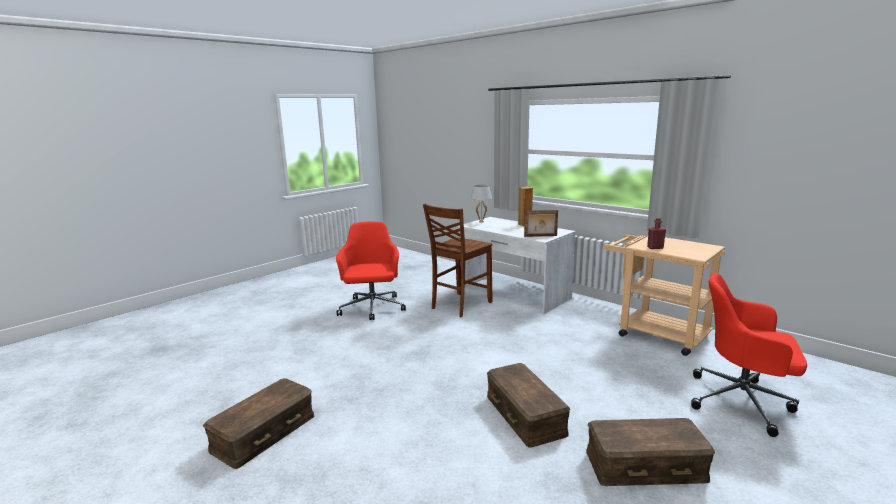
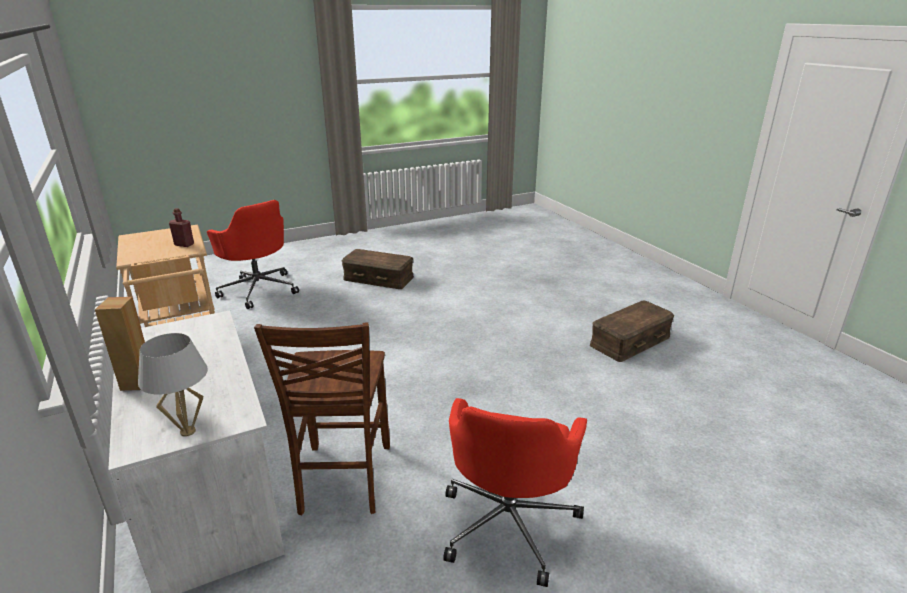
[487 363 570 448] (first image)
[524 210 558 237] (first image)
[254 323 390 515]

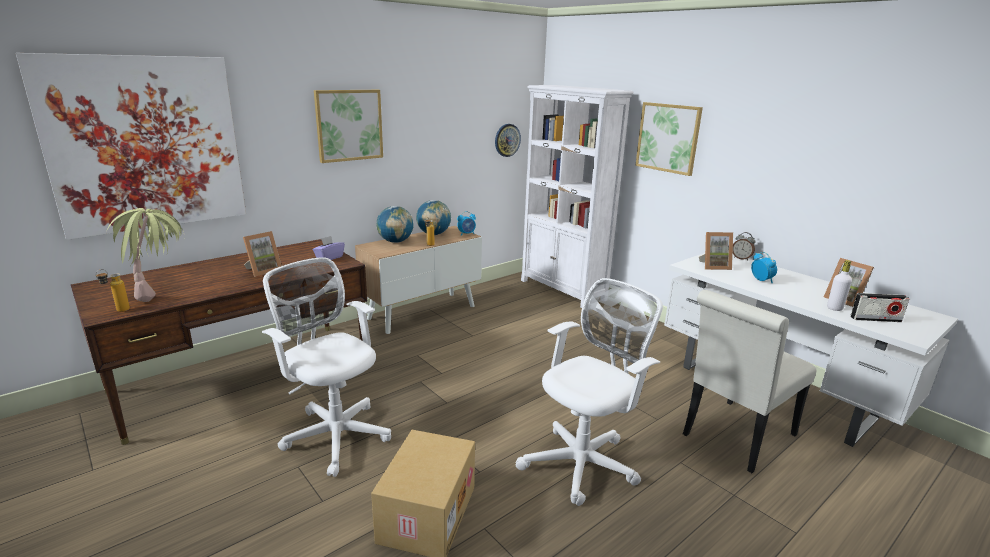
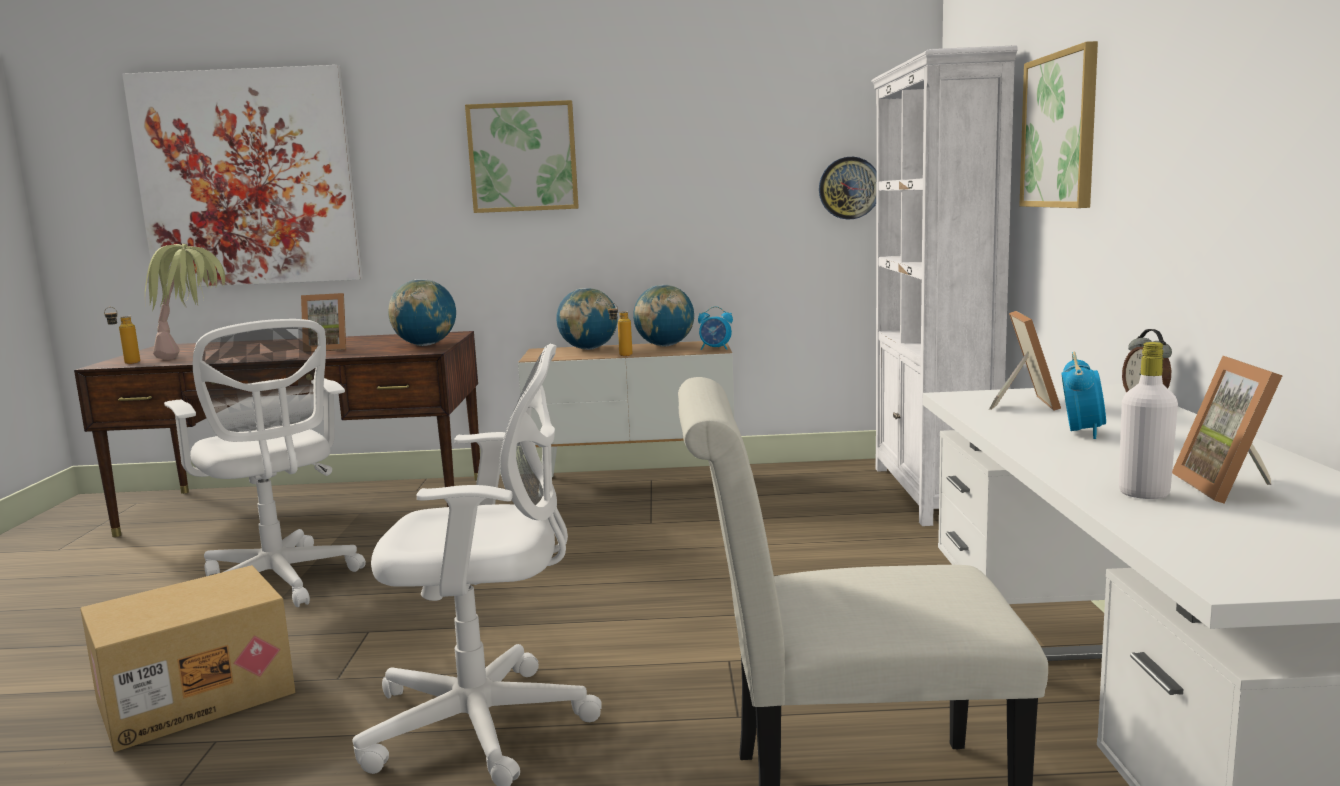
[850 293 909 322] (first image)
[388 279 456 346]
[164 319 366 607]
[989 311 1061 411]

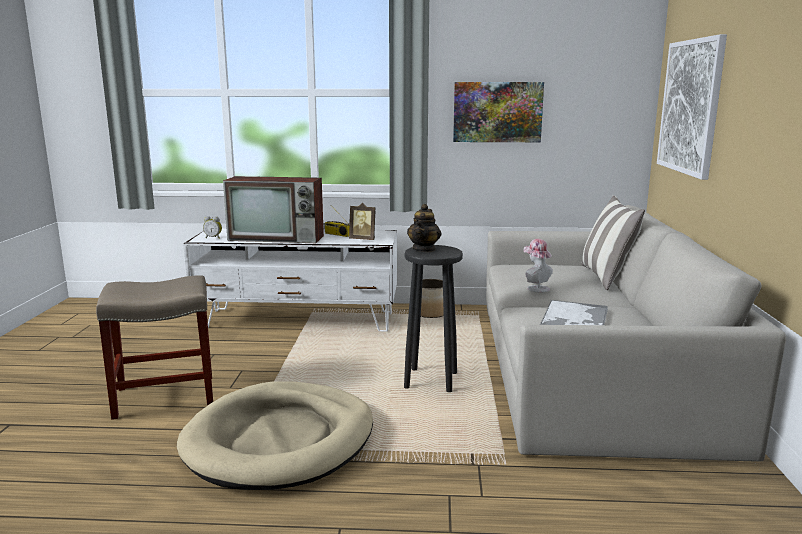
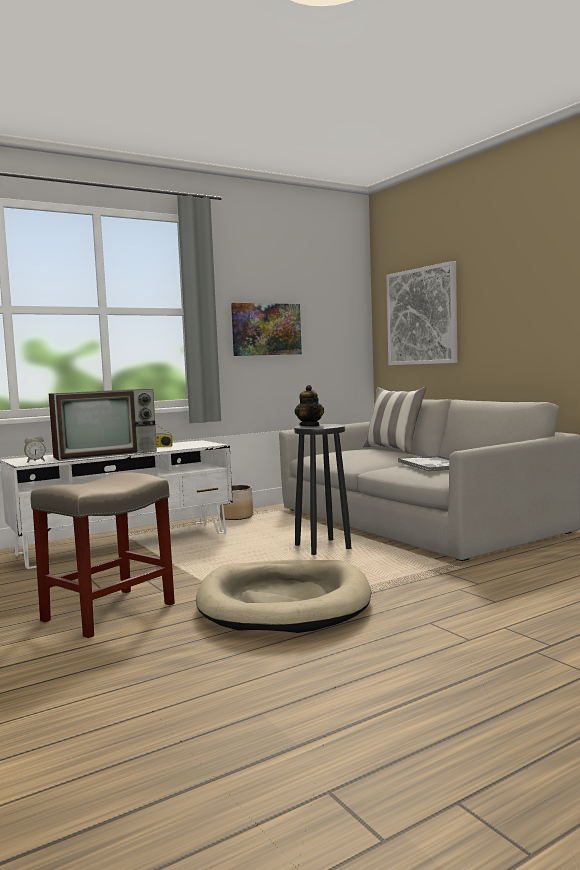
[349 203 375 240] (first image)
[523 239 553 293] (first image)

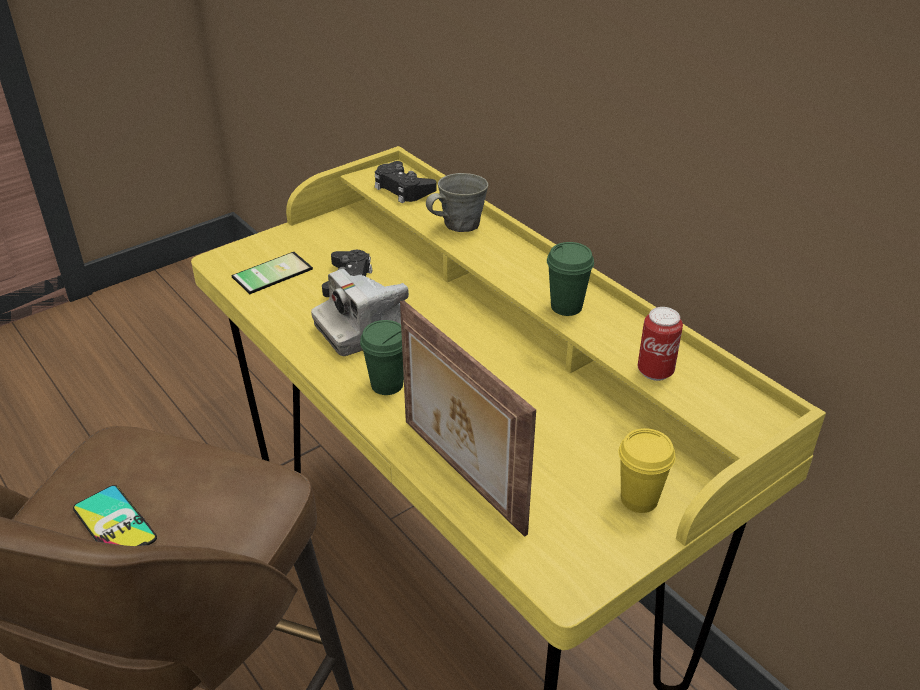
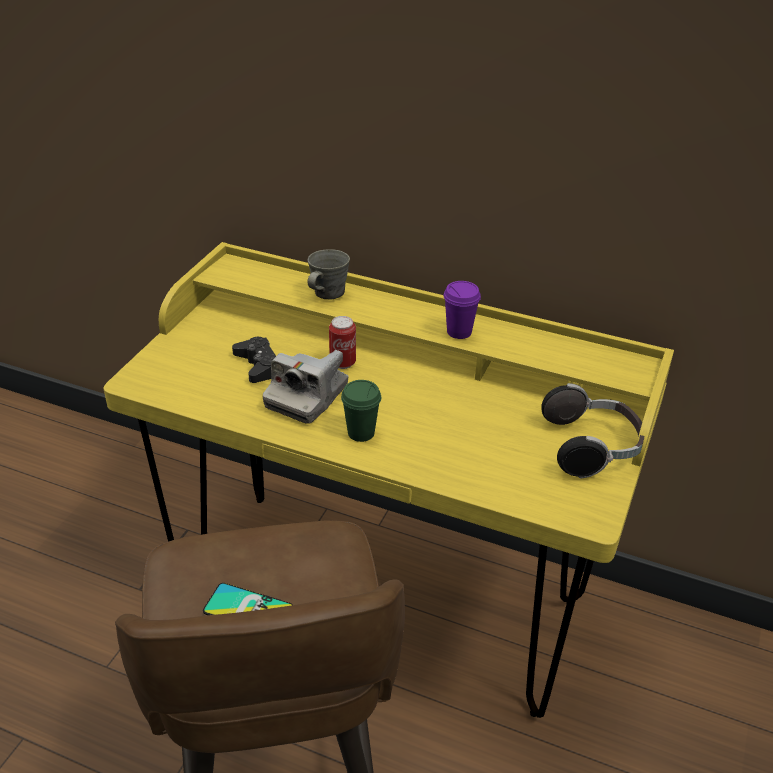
[232 252 313 294] (first image)
[375 161 437 203] (first image)
[400 300 536 537] (first image)
[329 316 356 369]
[541 383 644 478]
[444 281 481 339]

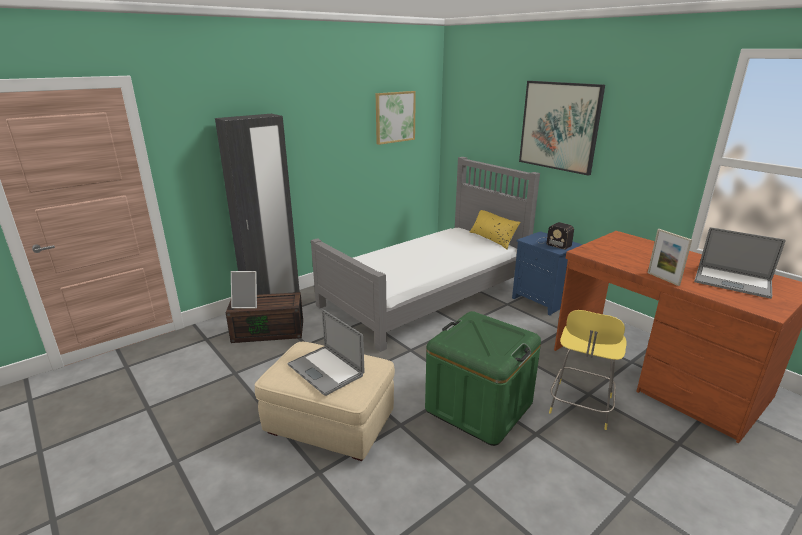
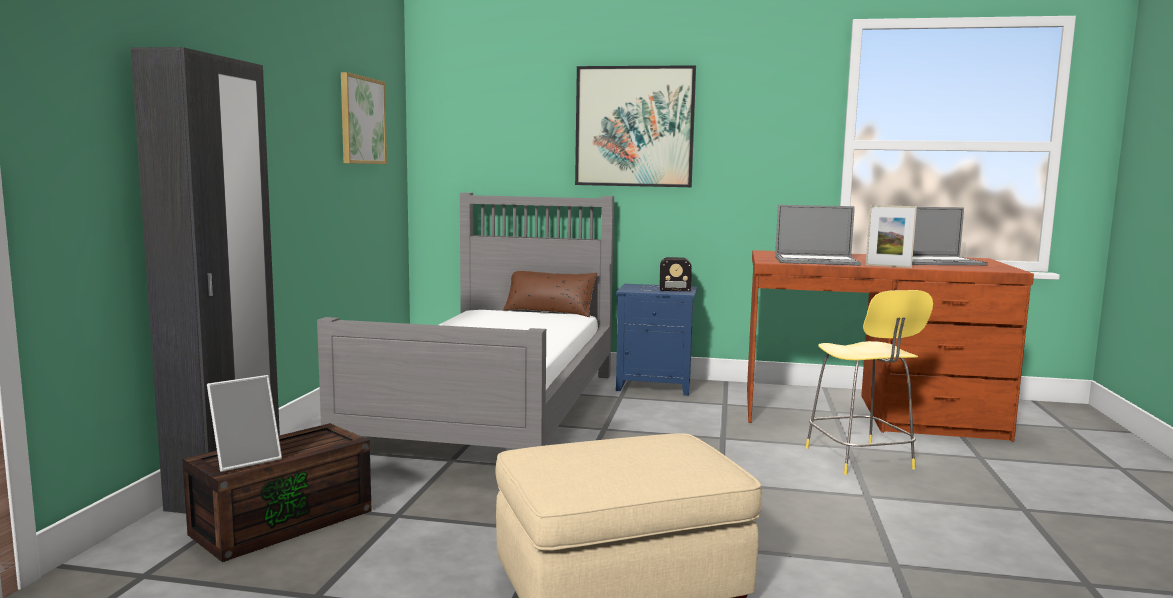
[425 311 541 446] (first image)
[775 205 861 265]
[503 271 597 317]

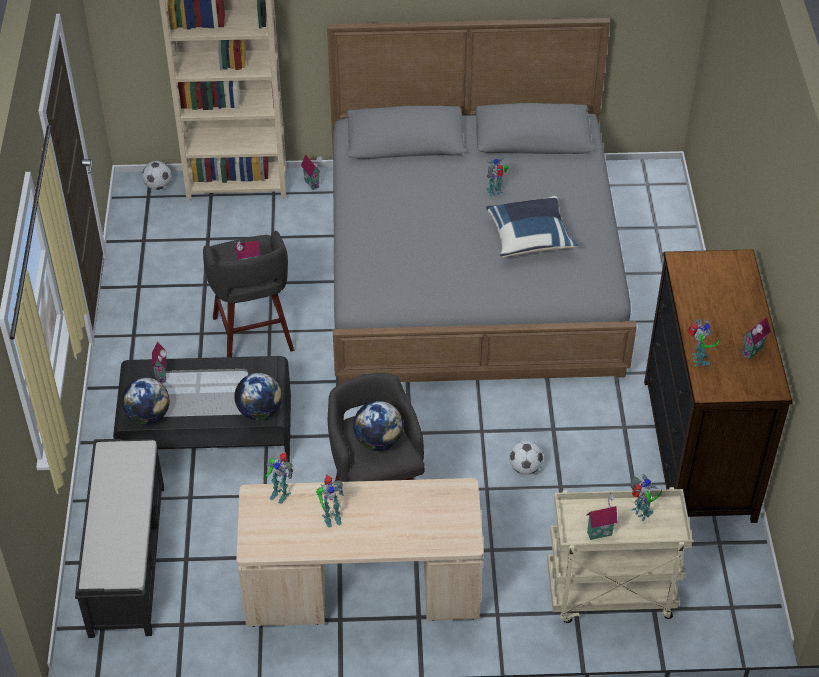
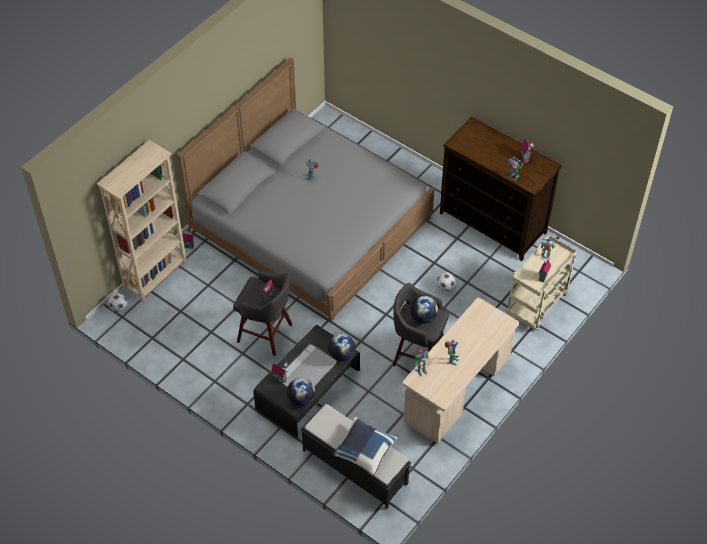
[332 417 399 476]

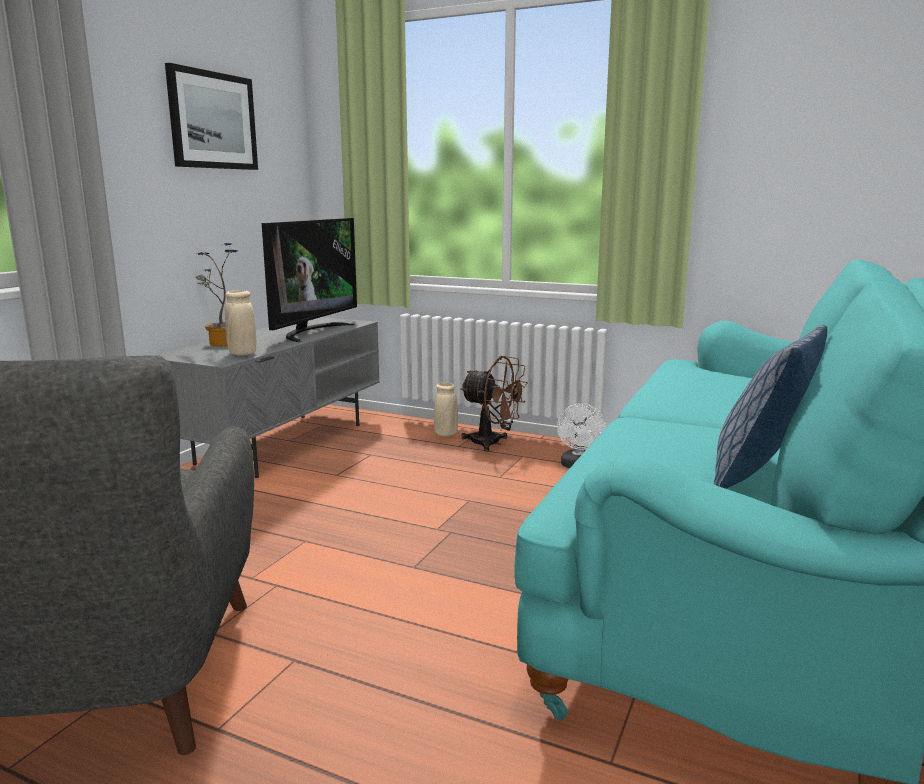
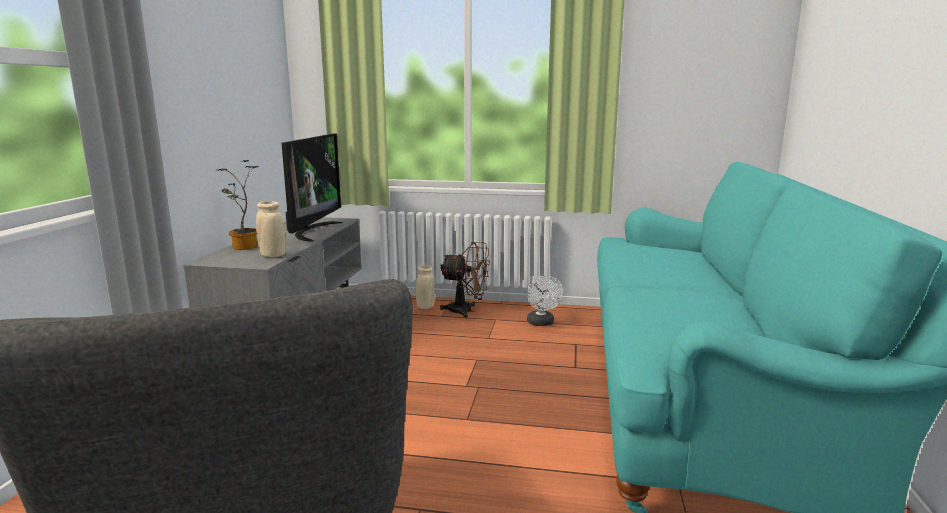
[165 63 258 170] (first image)
[714 325 827 489] (first image)

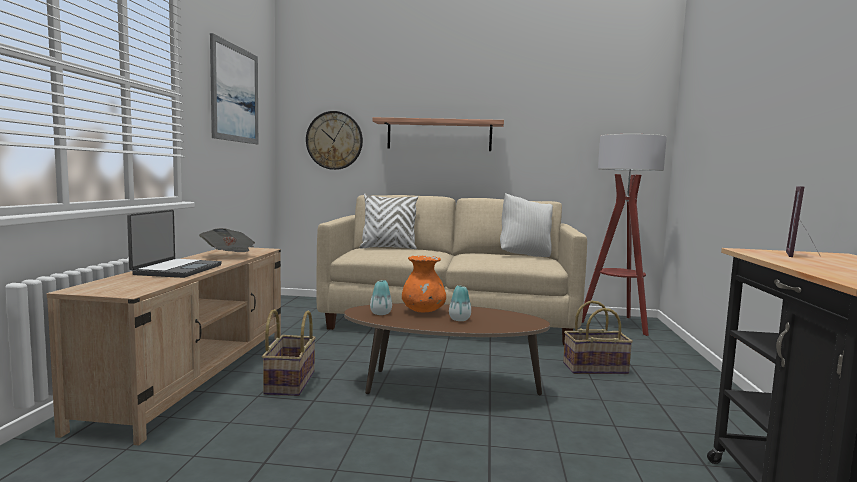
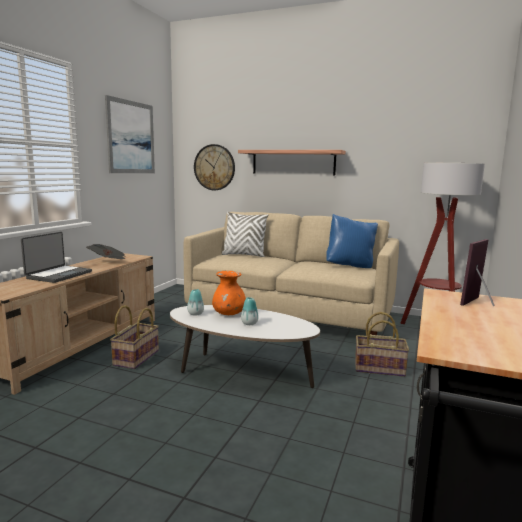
[170 305 320 388]
[326 214 378 268]

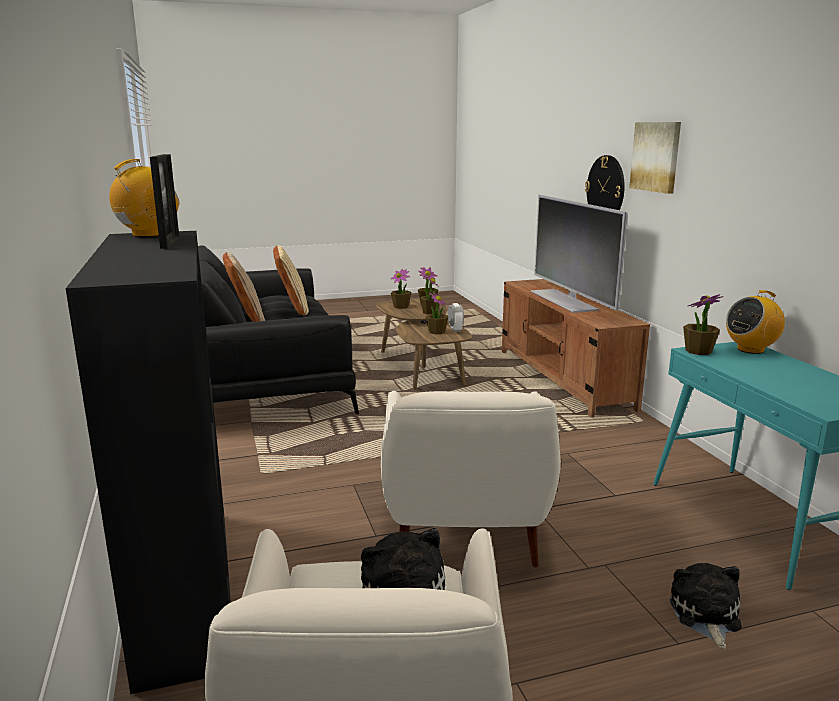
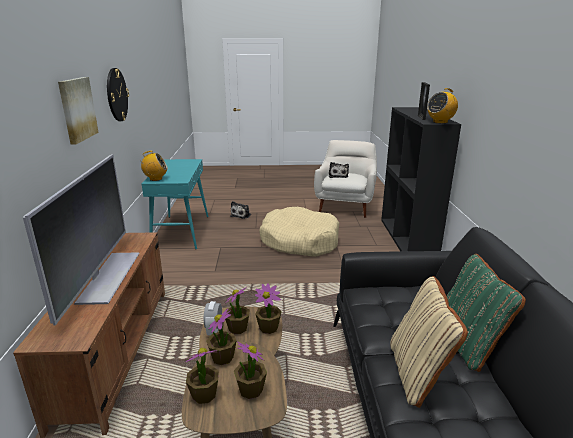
[107 68 129 121]
[255 283 282 334]
[259 207 339 257]
[447 254 526 372]

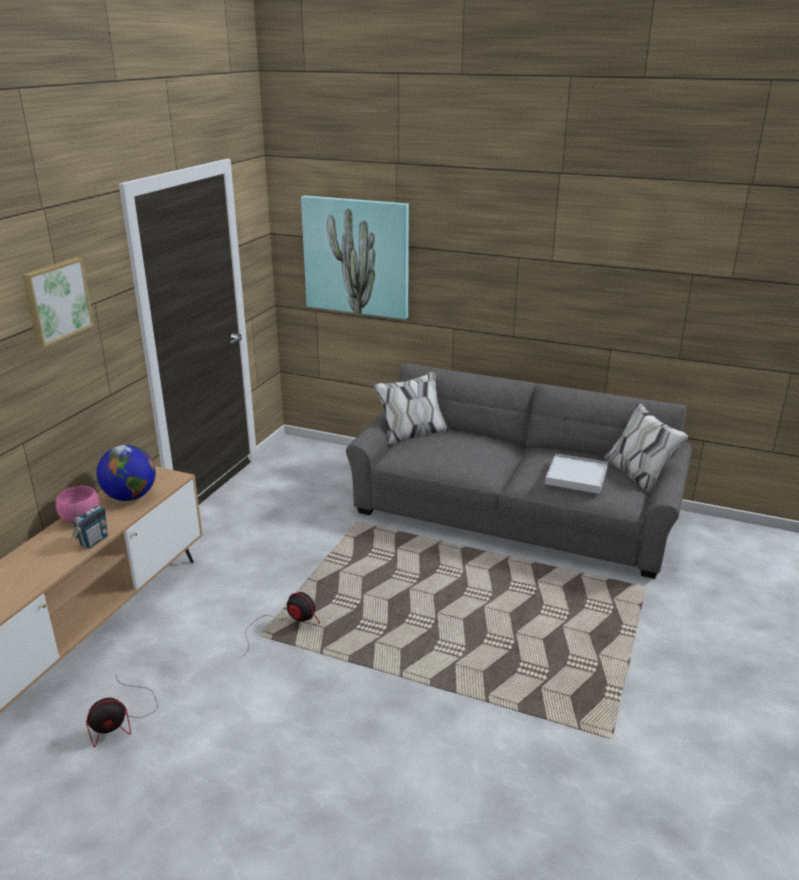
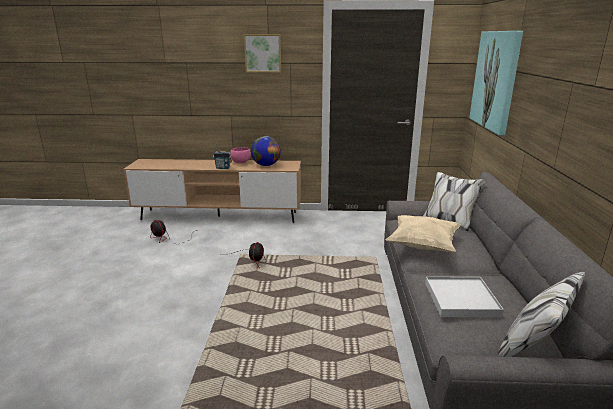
[386 215 461 253]

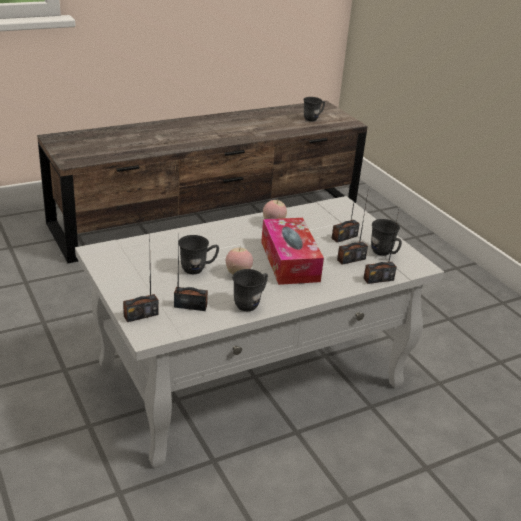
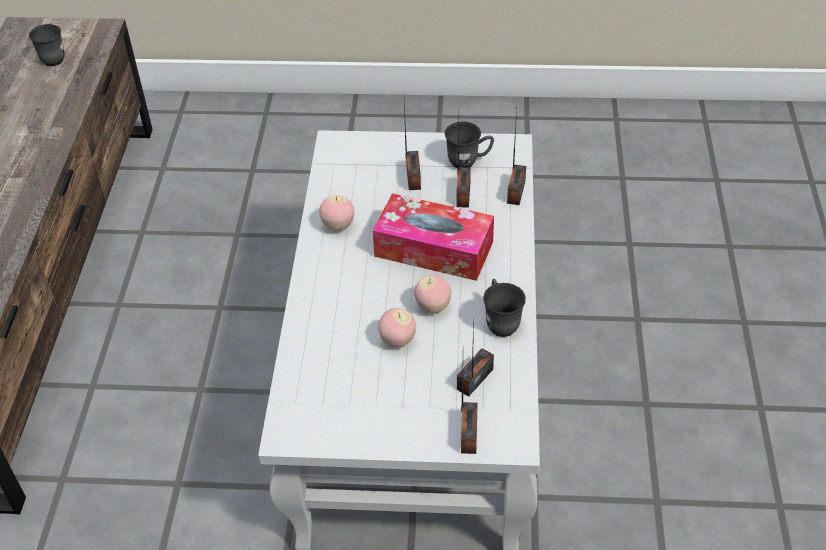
[378 308 416 348]

